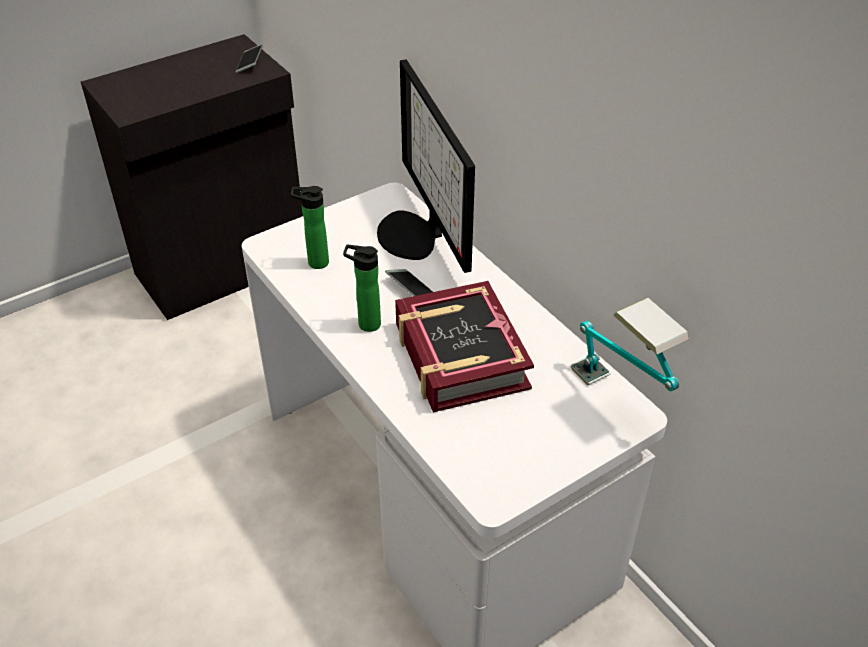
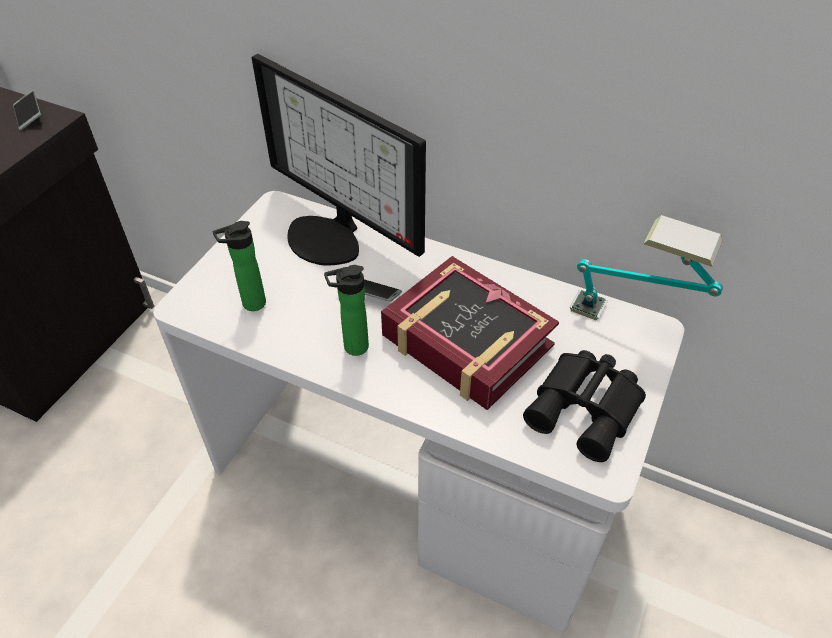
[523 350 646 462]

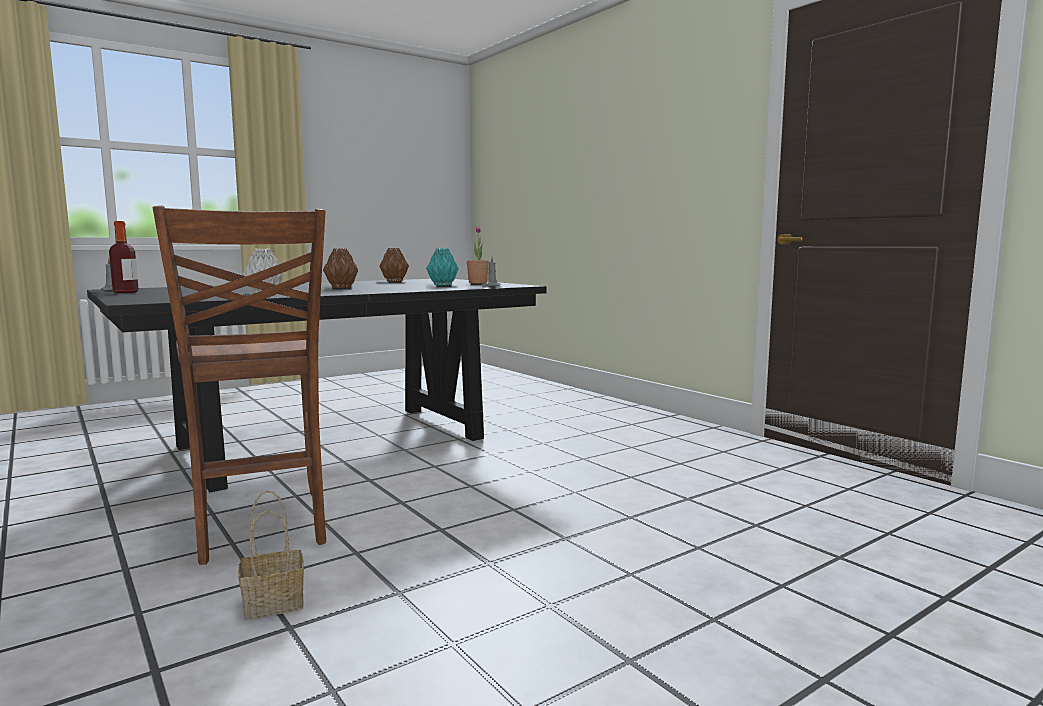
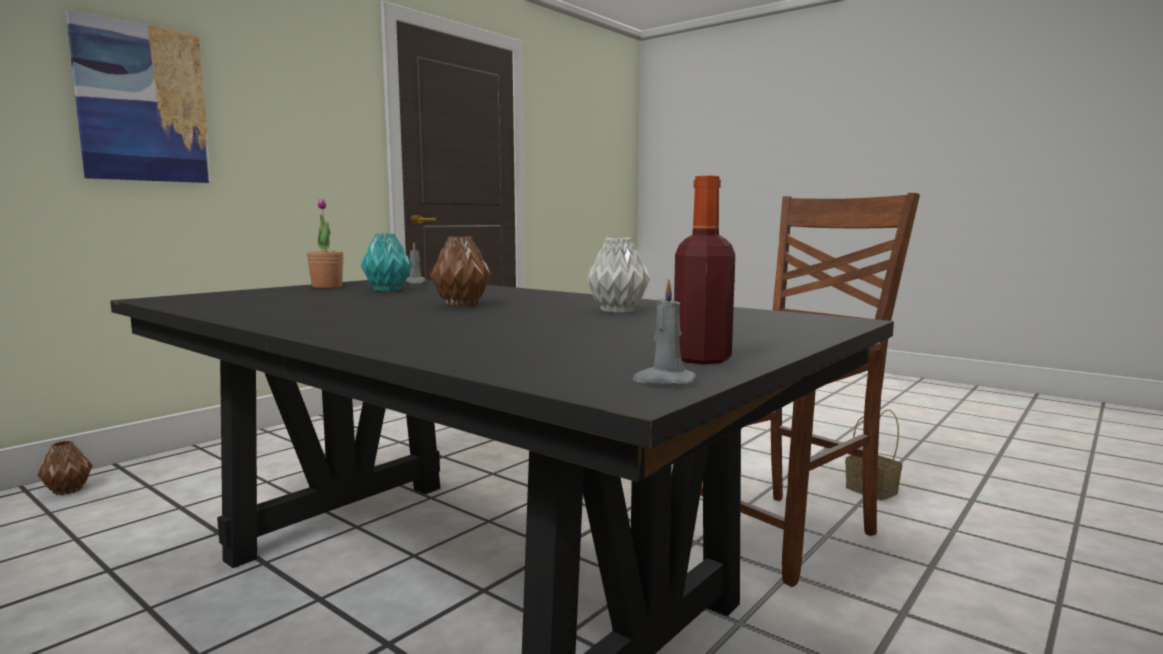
[66 9 211 183]
[37 441 93 495]

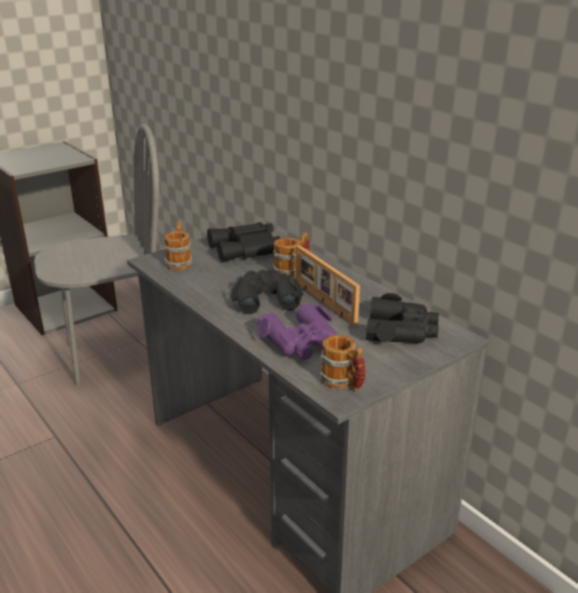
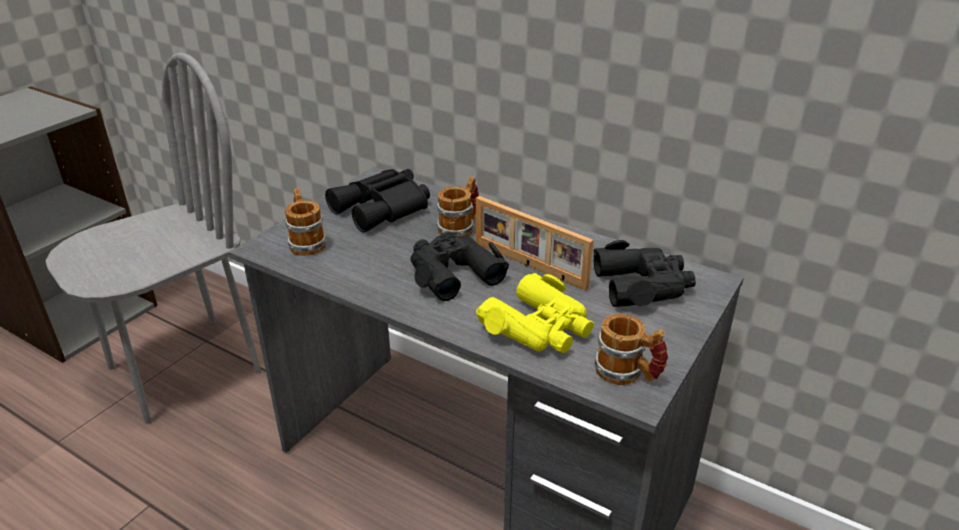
[476 273 594 353]

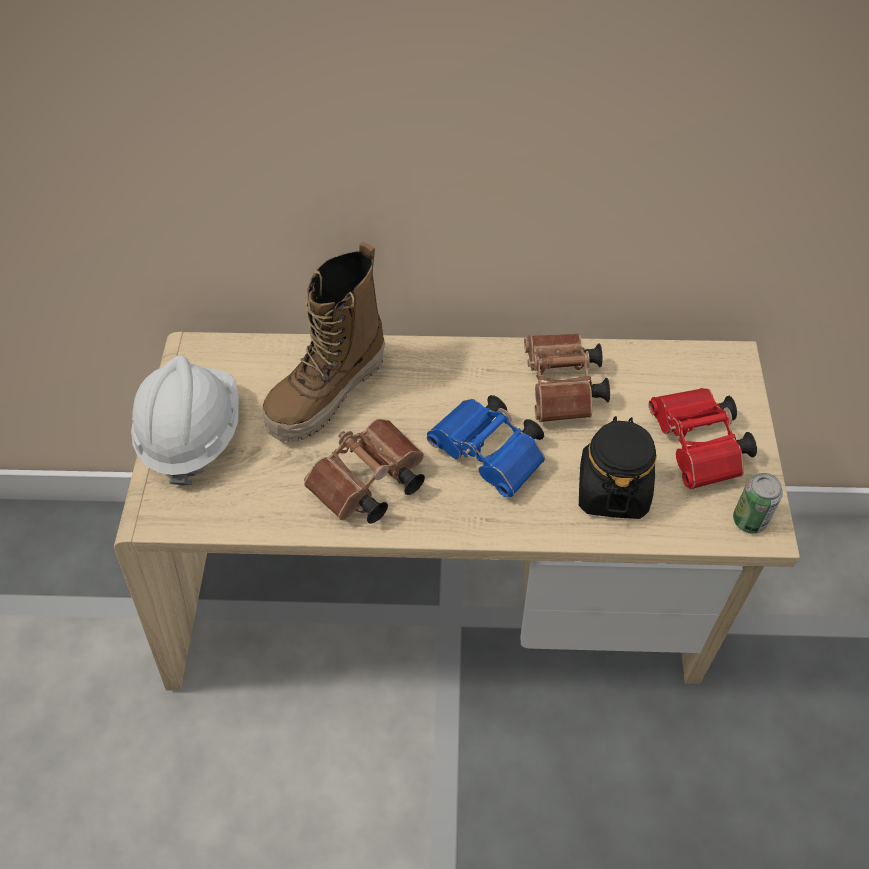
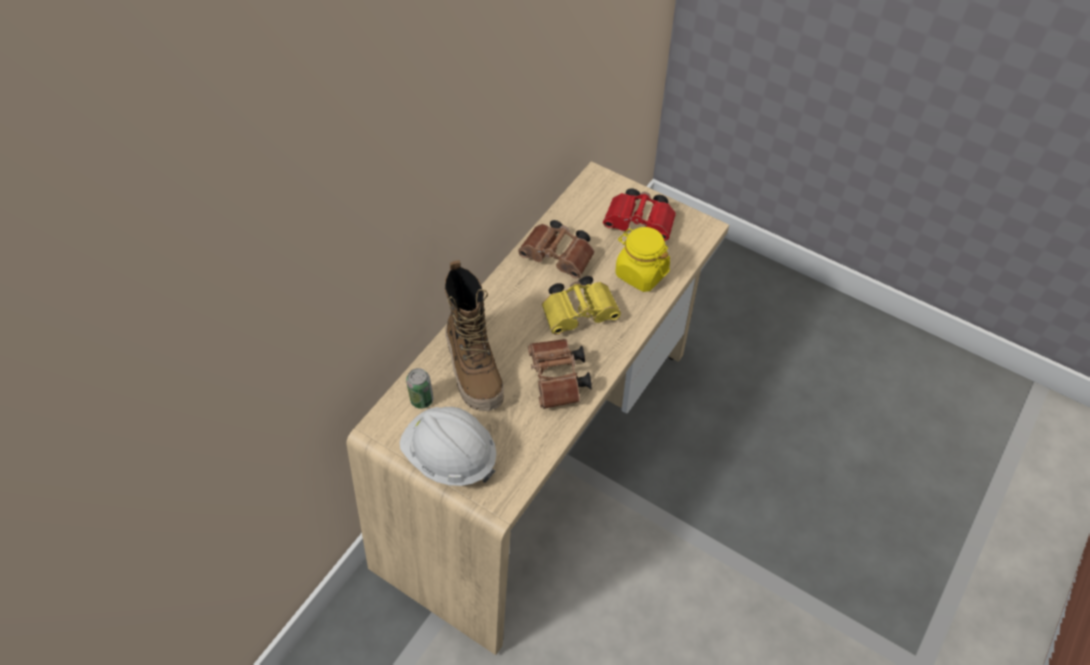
[406 368 433 409]
[542 276 621 335]
[615 227 670 292]

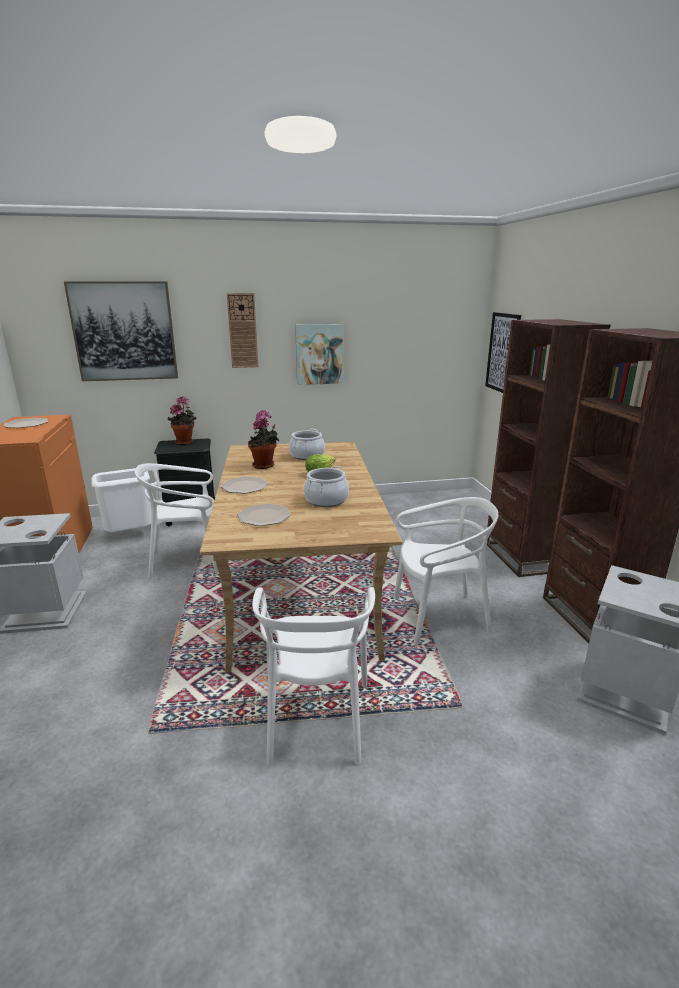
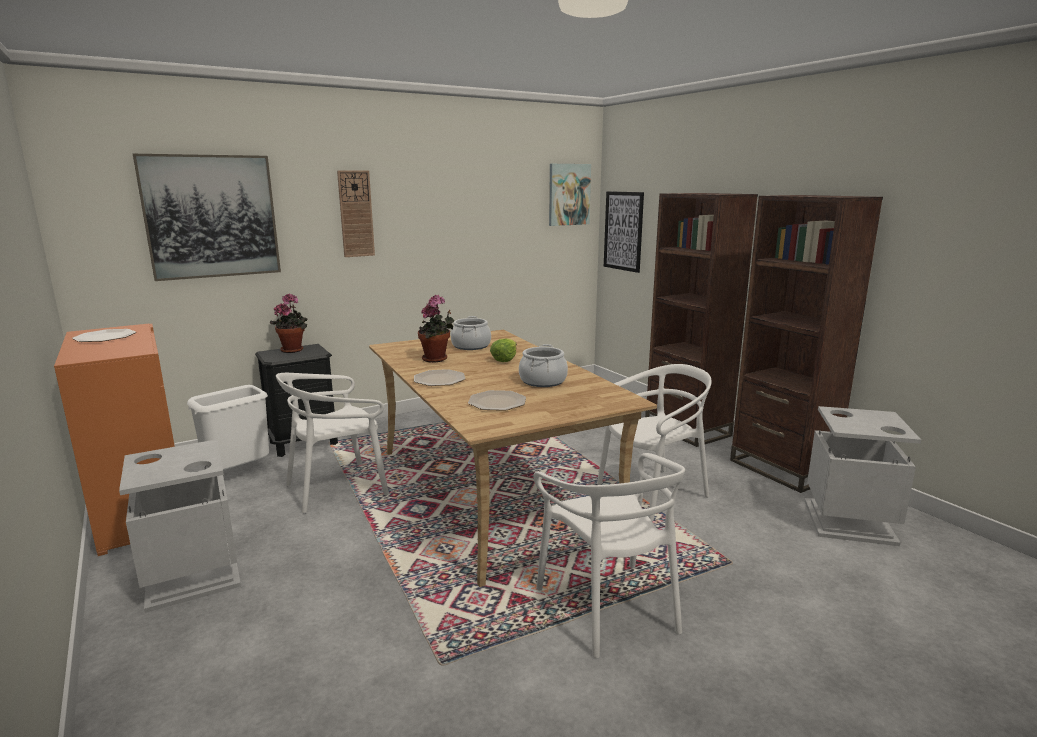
[549 164 591 226]

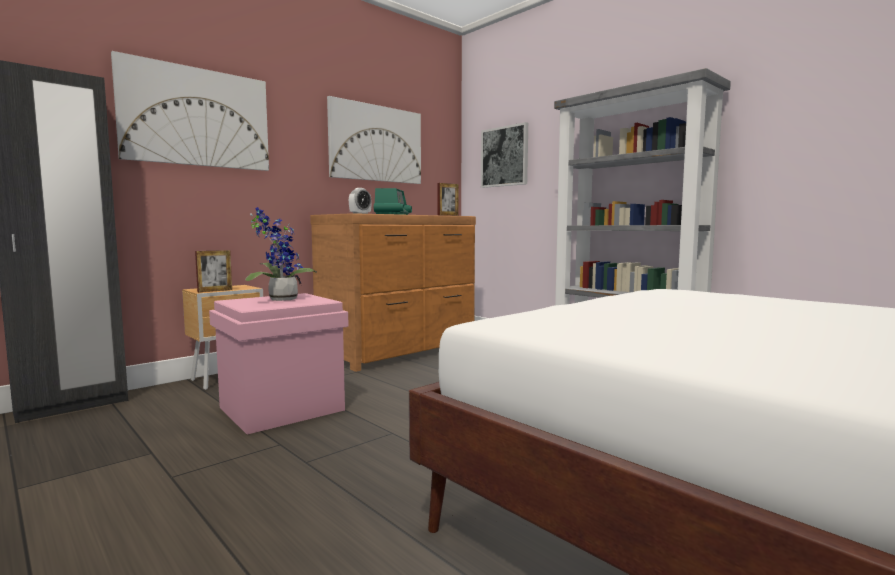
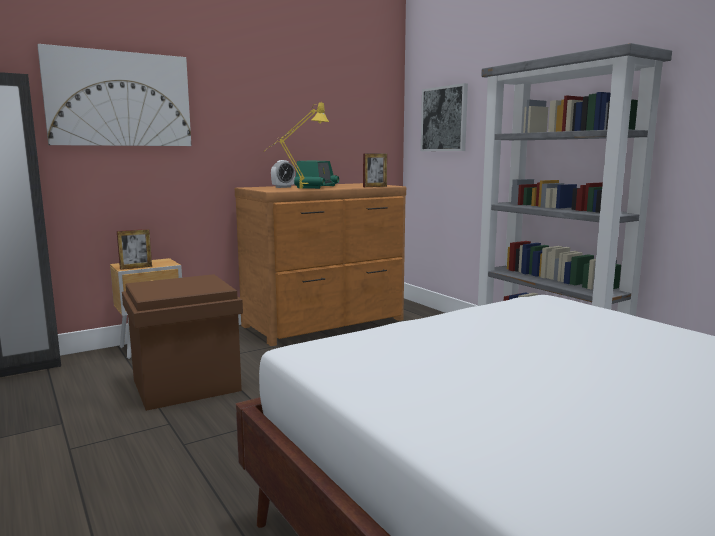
[245 207 316 301] (first image)
[327 96 421 184] (first image)
[264 101 329 189]
[122 274 243 411]

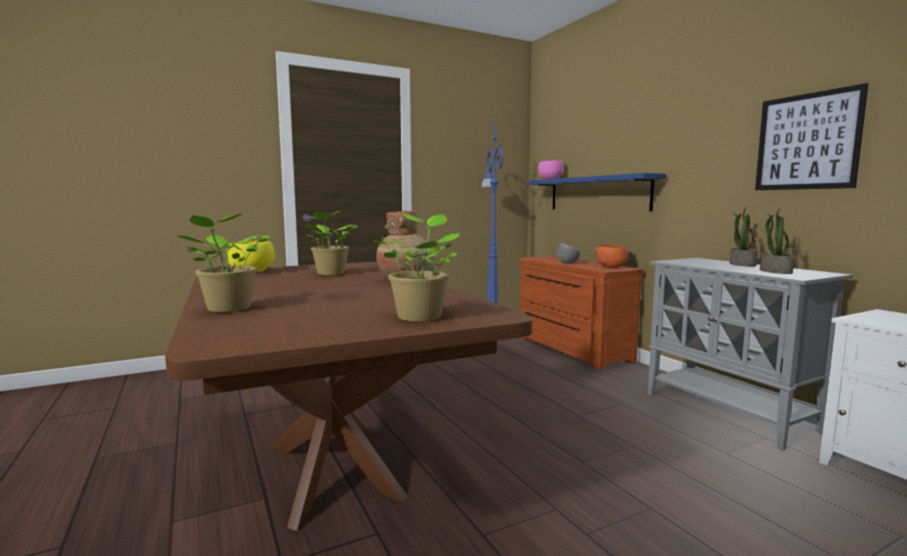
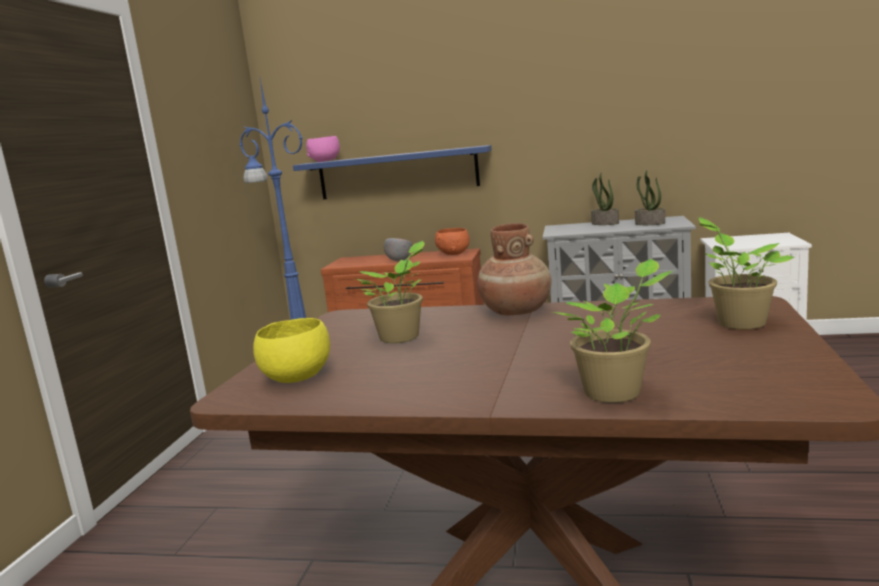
[755 83 868 190] (first image)

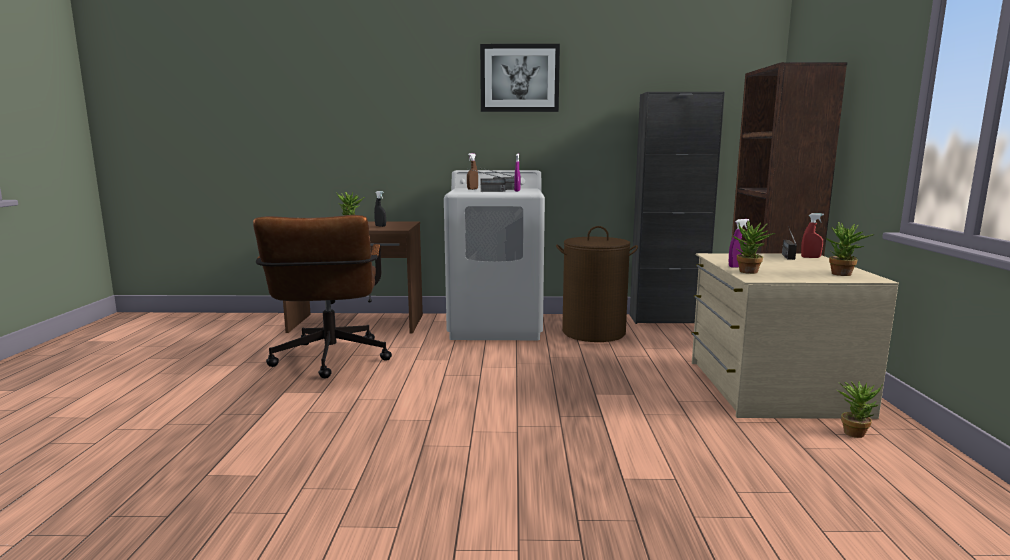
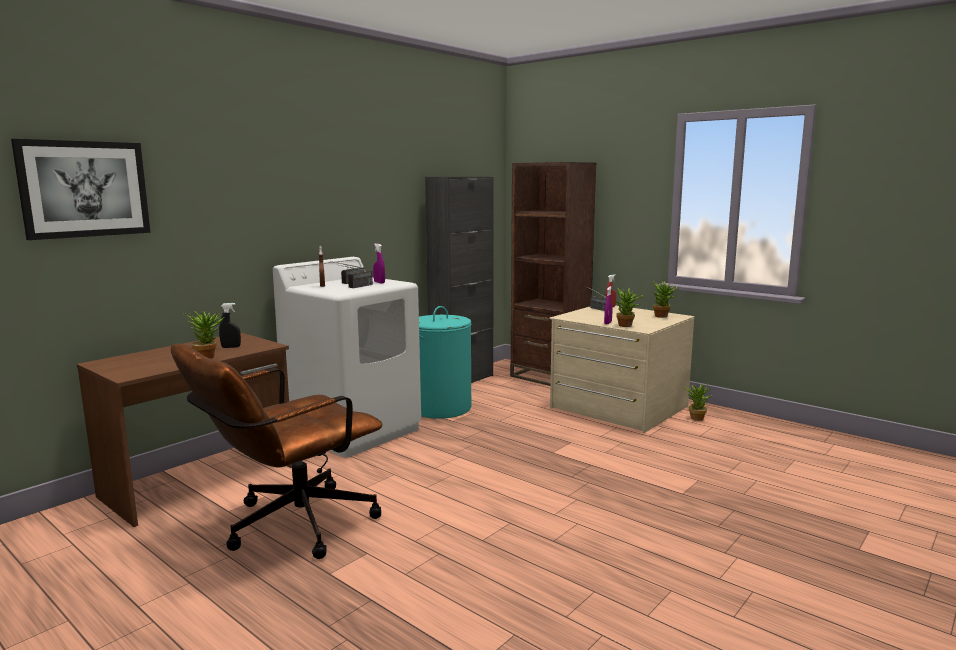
[11 139 151 240]
[419 306 471 419]
[171 344 383 559]

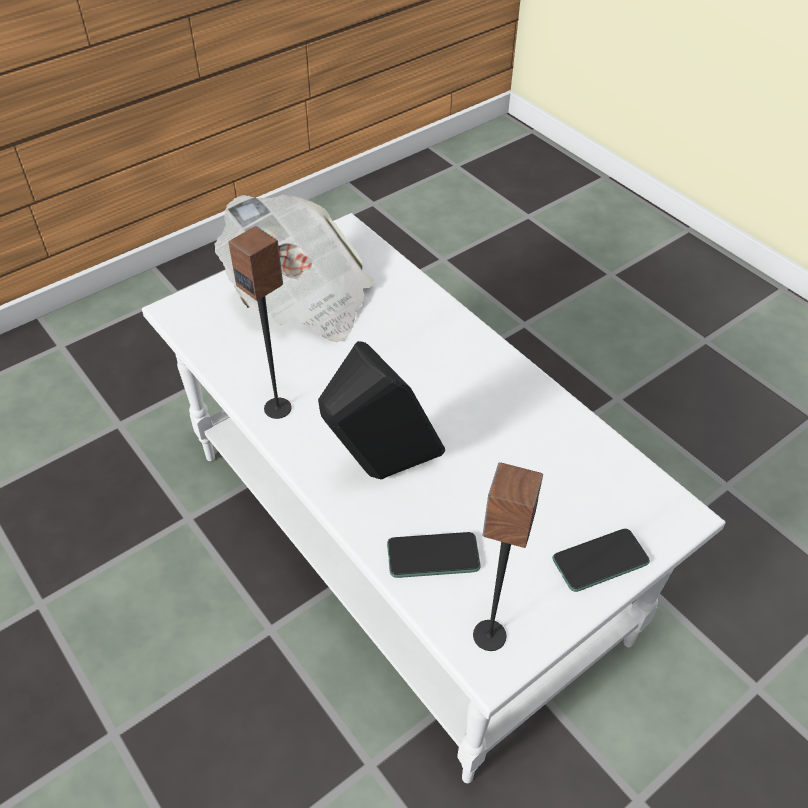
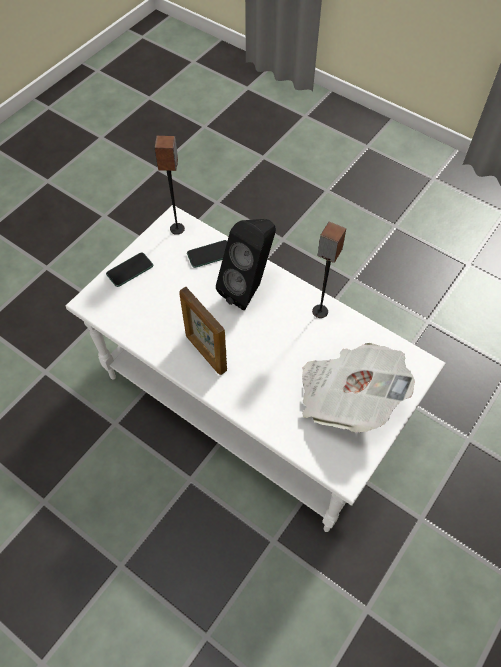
[179 287 227 375]

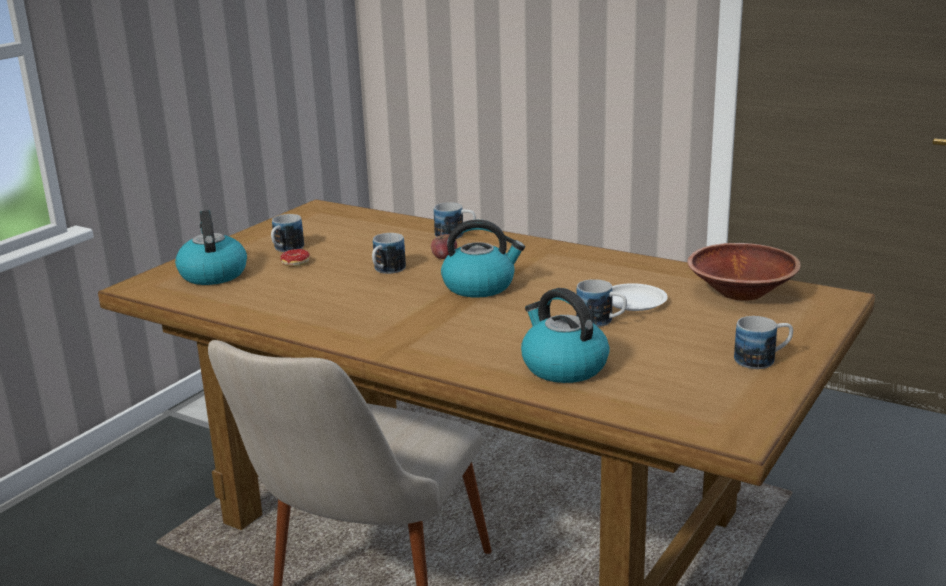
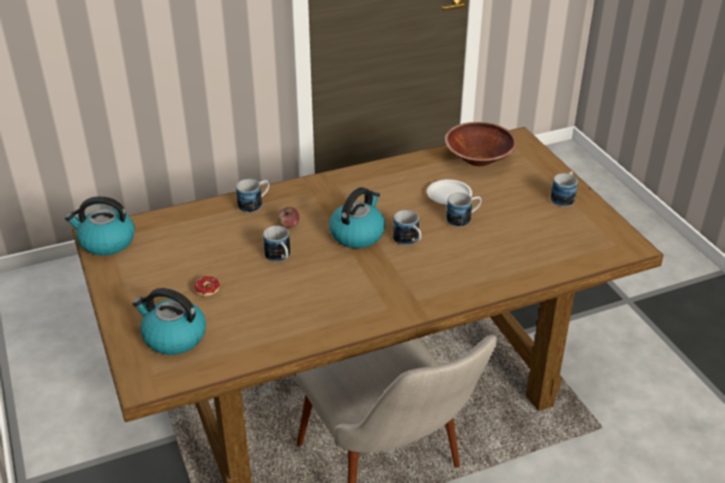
[393 210 421 245]
[65 196 135 256]

